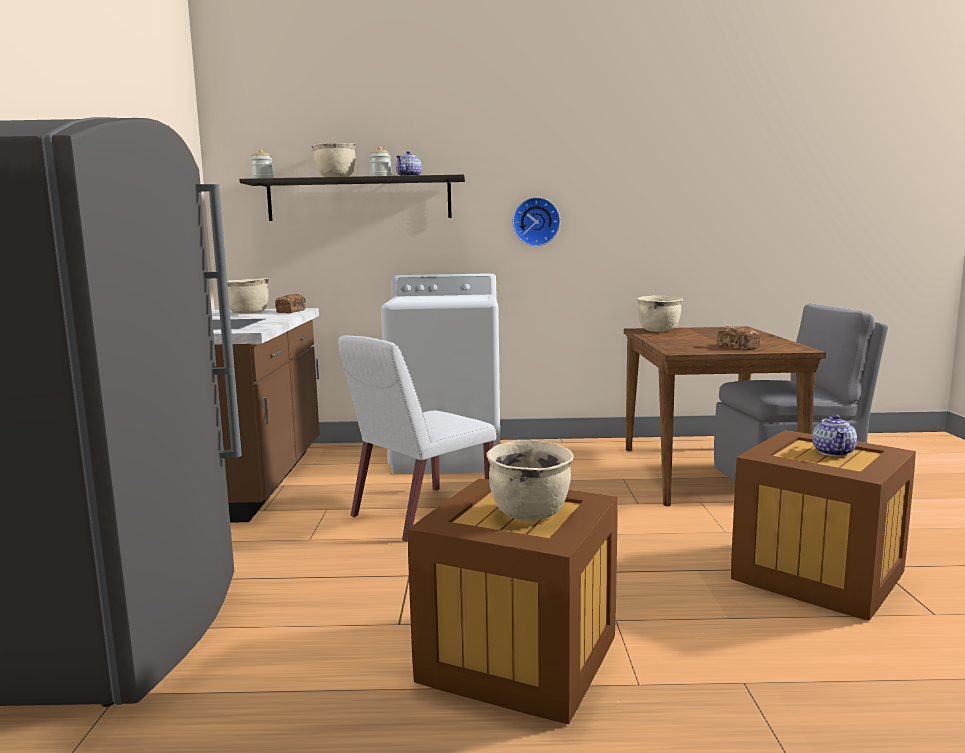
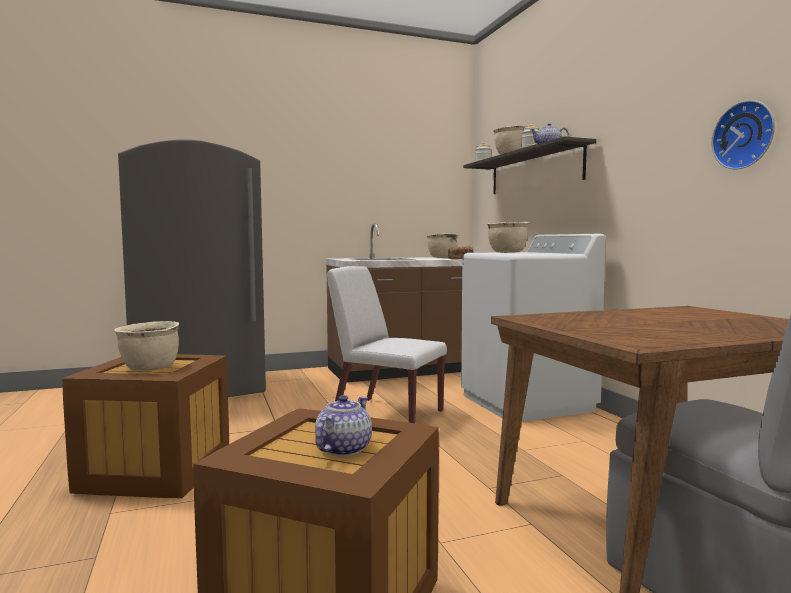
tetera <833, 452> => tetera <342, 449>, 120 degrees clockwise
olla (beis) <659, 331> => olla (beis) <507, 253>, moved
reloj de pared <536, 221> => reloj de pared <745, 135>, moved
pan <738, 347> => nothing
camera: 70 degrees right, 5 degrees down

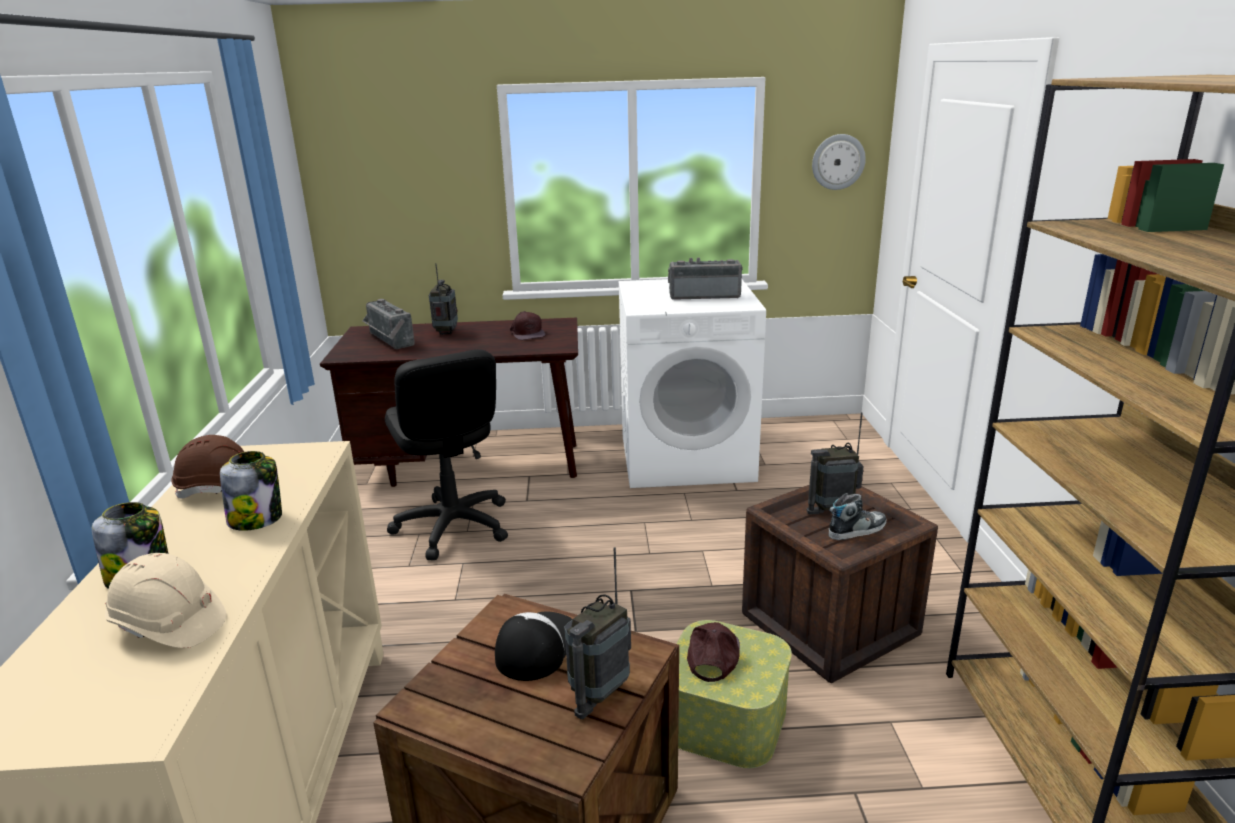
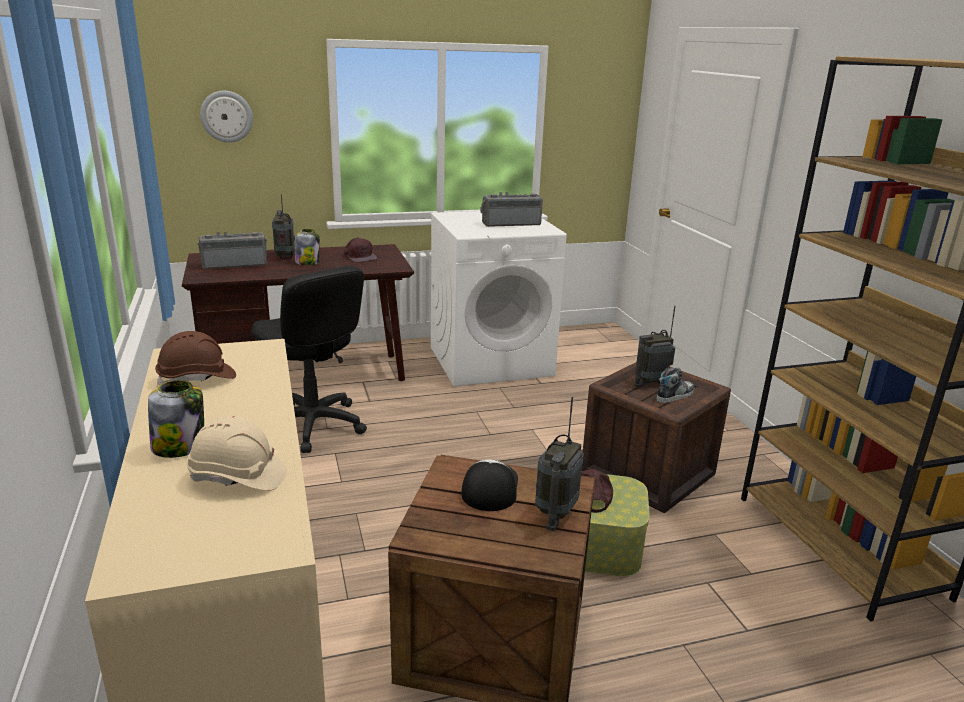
radio <388, 340> => radio <235, 264>, 120 degrees clockwise
reloj de pared <838, 162> => reloj de pared <226, 116>, moved
tarro <257, 519> => tarro <307, 262>, moved
camera: 15 degrees left, 0 degrees up

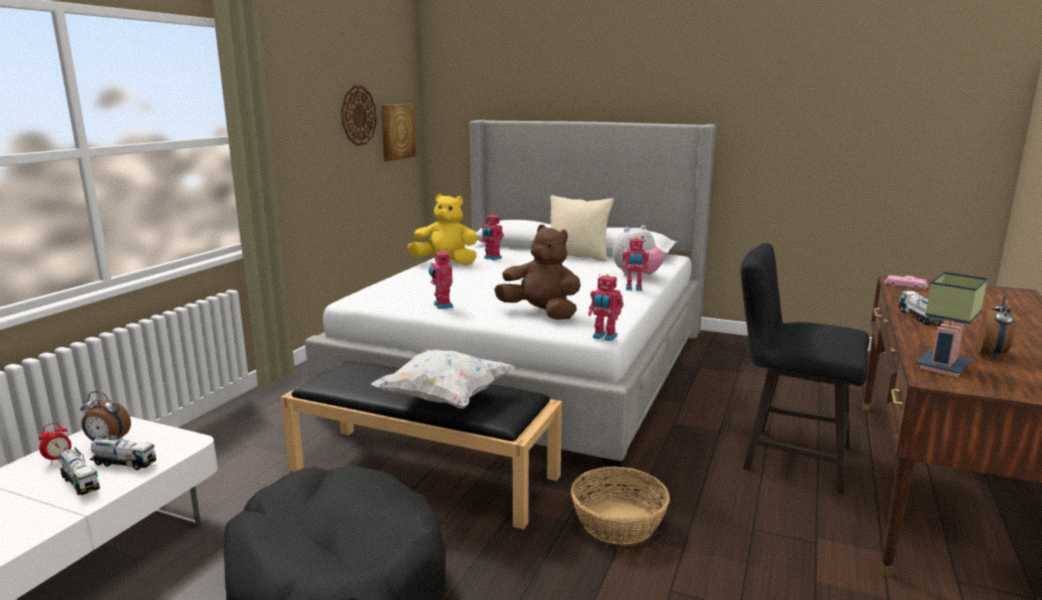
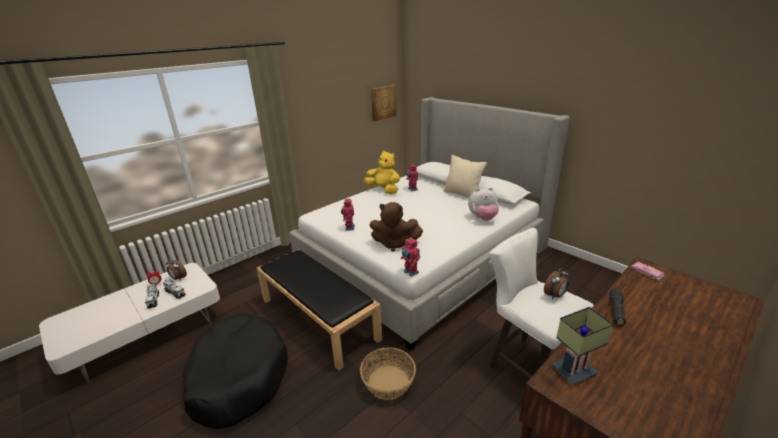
peluche (marrón) <541, 313> => peluche (marrón) <394, 244>, 135 degrees clockwise
taburete (negro) <787, 456> => taburete (blanco) <526, 364>
despertador <992, 354> => despertador <555, 296>, moved
camión de juguete <919, 317> => linterna (negro) <616, 312>
reloj de pared <358, 115> => nothing
cojín (blanco) <444, 398> => nothing
robot de juguete <633, 289> => nothing
camera: 25 degrees right, 10 degrees up

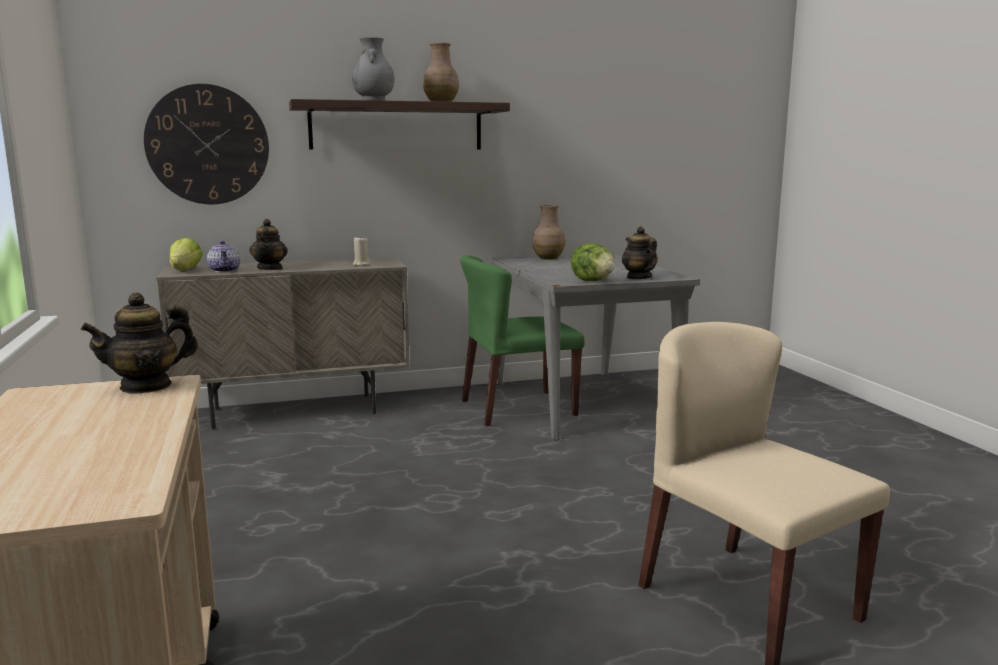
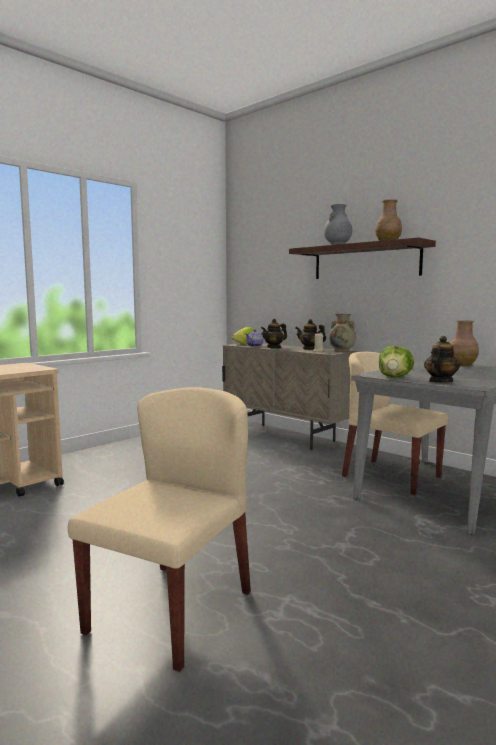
tetera <146, 386> => tetera <310, 349>, moved
nothing => florero (beis) <342, 351>
silla (verde) <517, 408> => silla (beis) <390, 476>
reloj de pared <207, 145> => nothing
camera: 60 degrees right, 5 degrees down

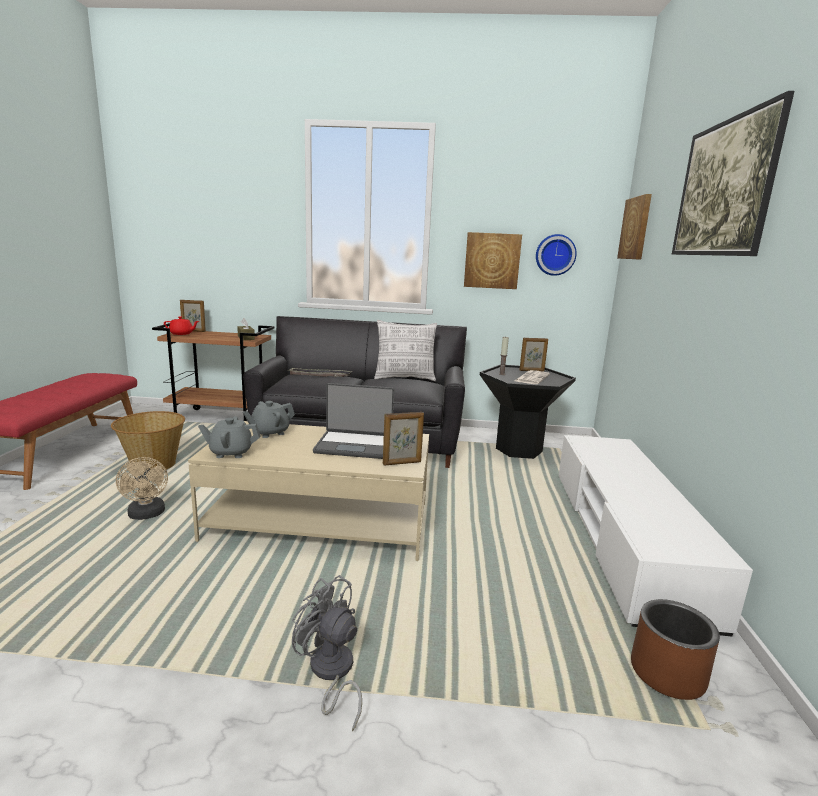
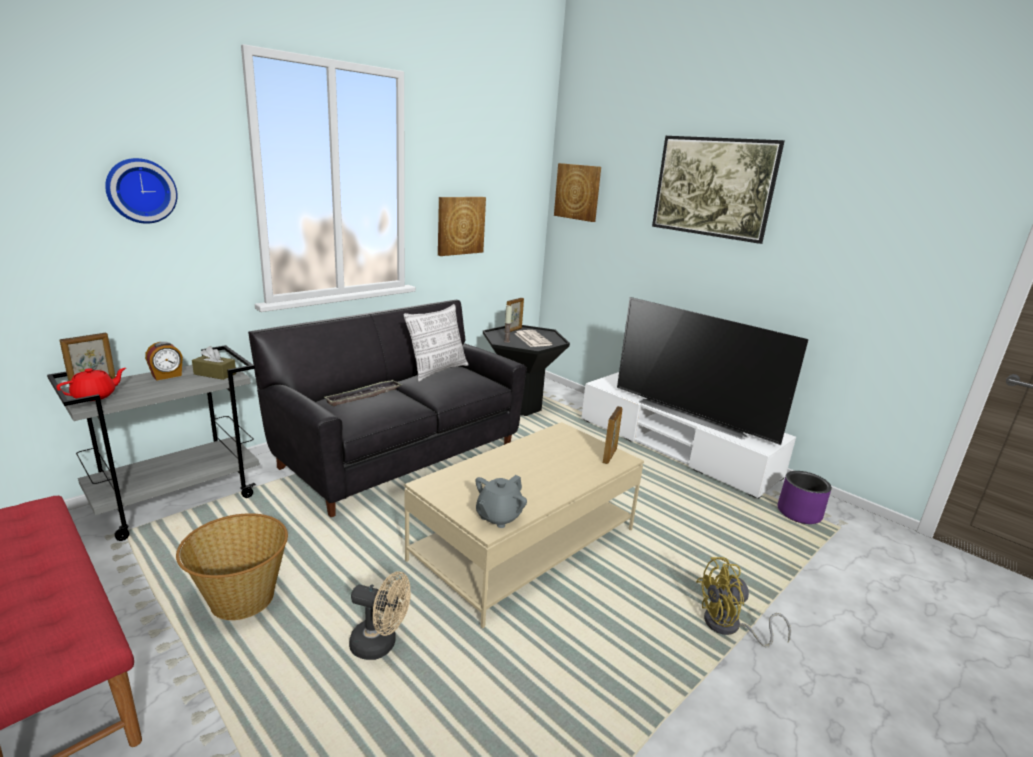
carrito (marrón) <222, 418> => carrito (gris) <179, 500>
reloj de pared <555, 255> => reloj de pared <141, 190>, moved
nothing => despertador <167, 376>
nothing => televisor <694, 415>
ventilador (gris) <331, 673> => ventilador (amarillo) <729, 627>
maceta (marrón) <668, 674> => maceta (morado) <799, 513>
tetera (gris) <269, 432> => nothing
portátil <354, 445> => nothing
camera: 50 degrees left, 5 degrees up

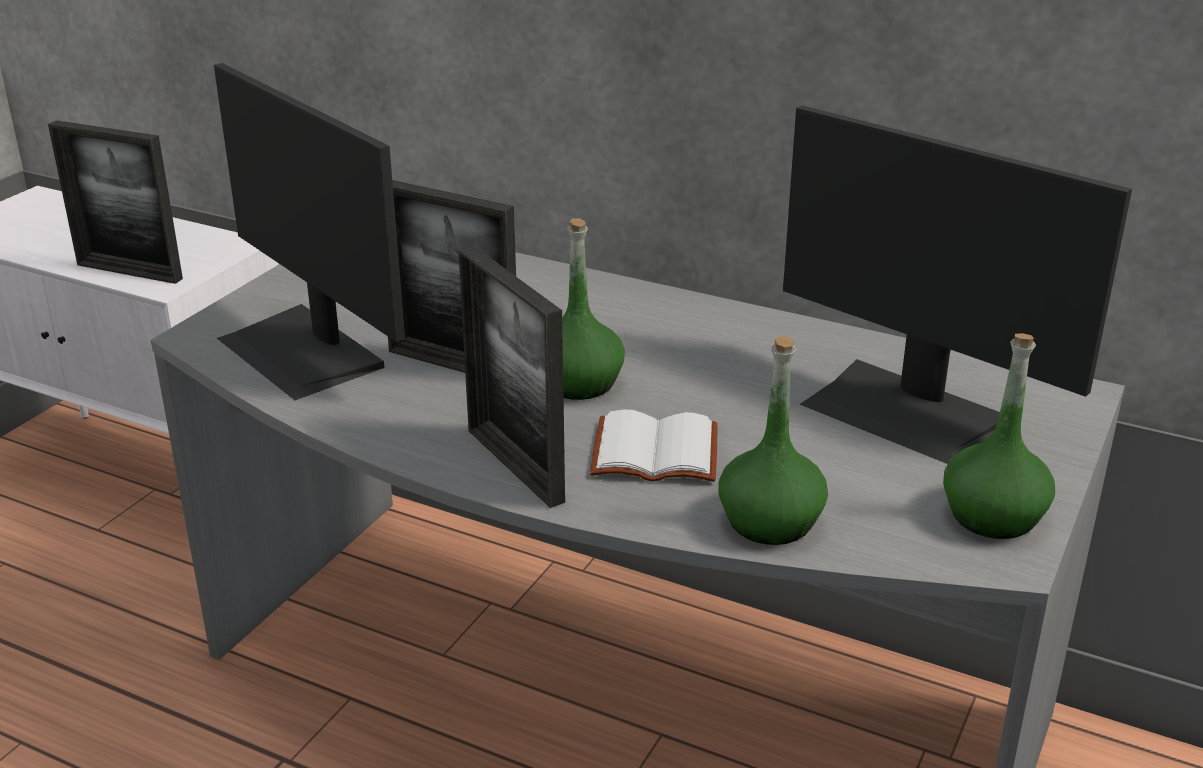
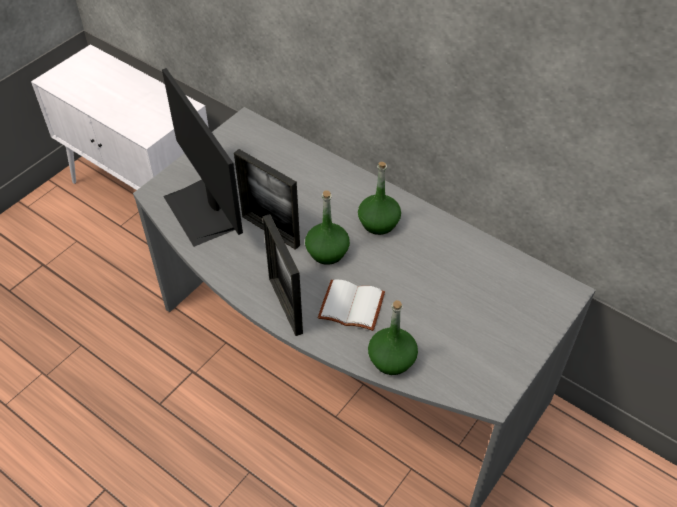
botella (verde) <992, 516> => botella (verde) <378, 223>, moved
portarretratos <129, 272> => nothing
monitor <907, 411> => nothing
camera: 10 degrees right, 20 degrees up

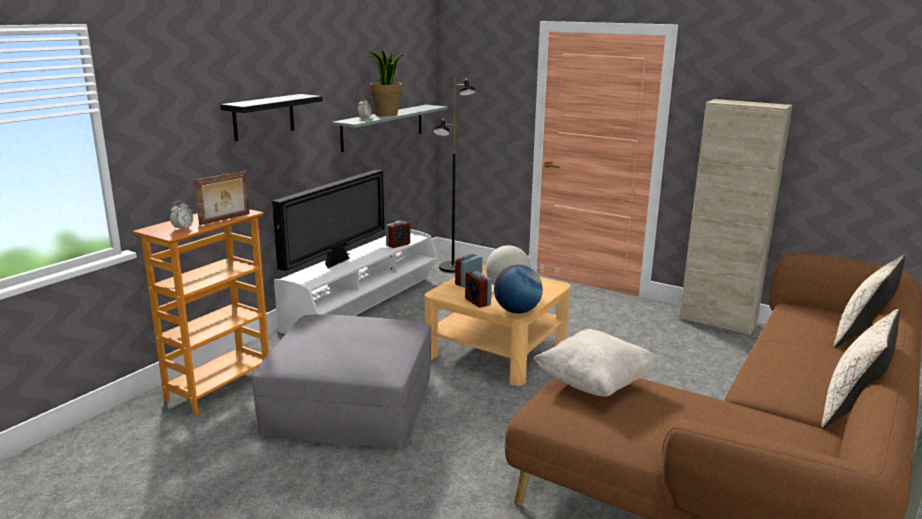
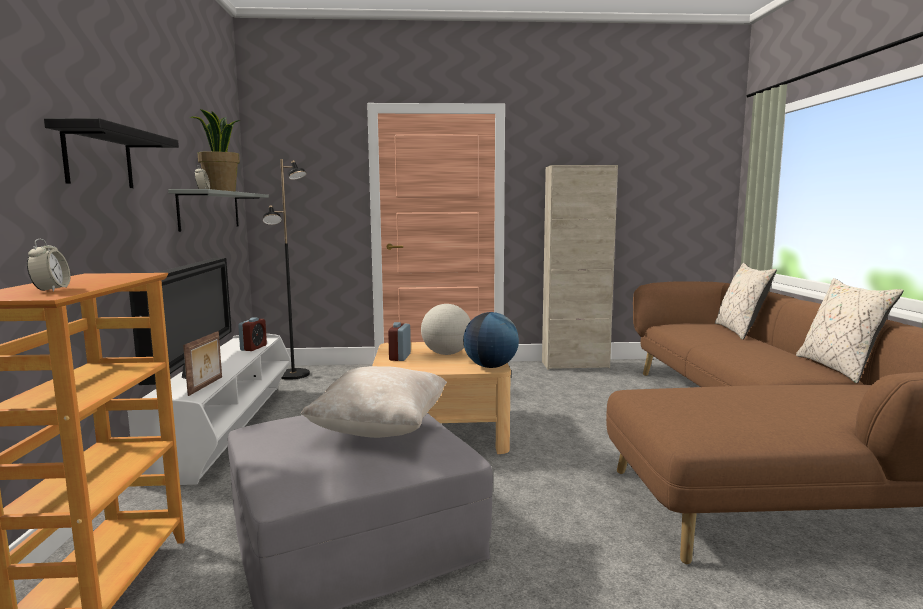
portarretratos <225, 219> => portarretratos <206, 386>, moved
cojín (beis) <594, 383> => cojín (beis) <380, 429>, moved
despertador <477, 302> => nothing
camera: 35 degrees left, 10 degrees down

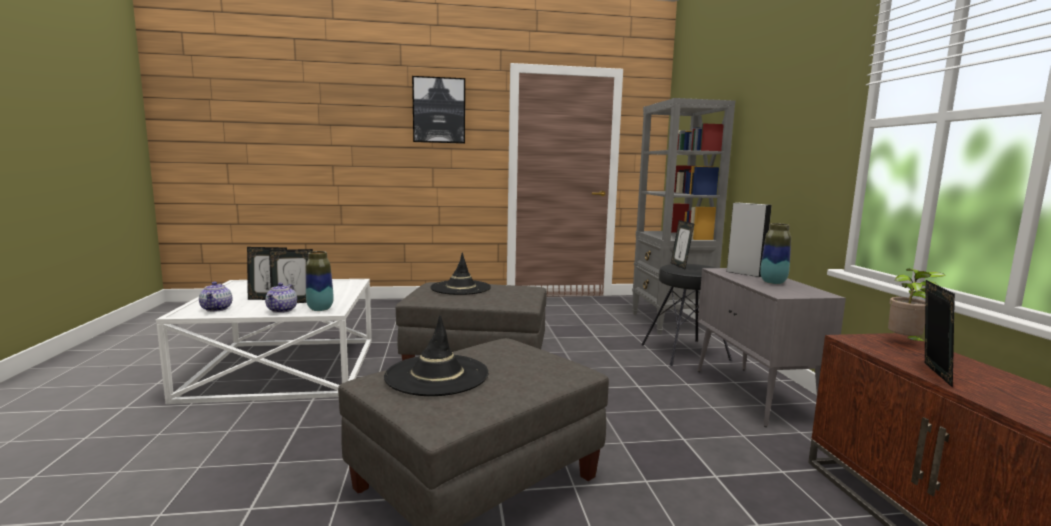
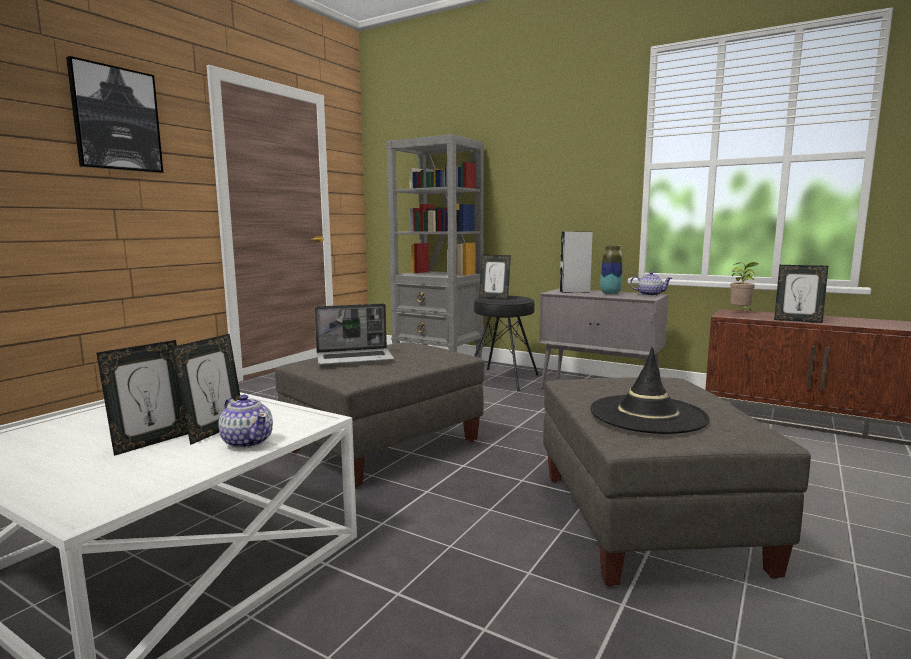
sombrero (negro) <460, 288> => portátil <355, 359>
tetera <217, 309> => tetera <649, 294>, moved
portarretratos <931, 373> => portarretratos <797, 320>, 150 degrees clockwise
florero <320, 309> => nothing
camera: 50 degrees left, 0 degrees up

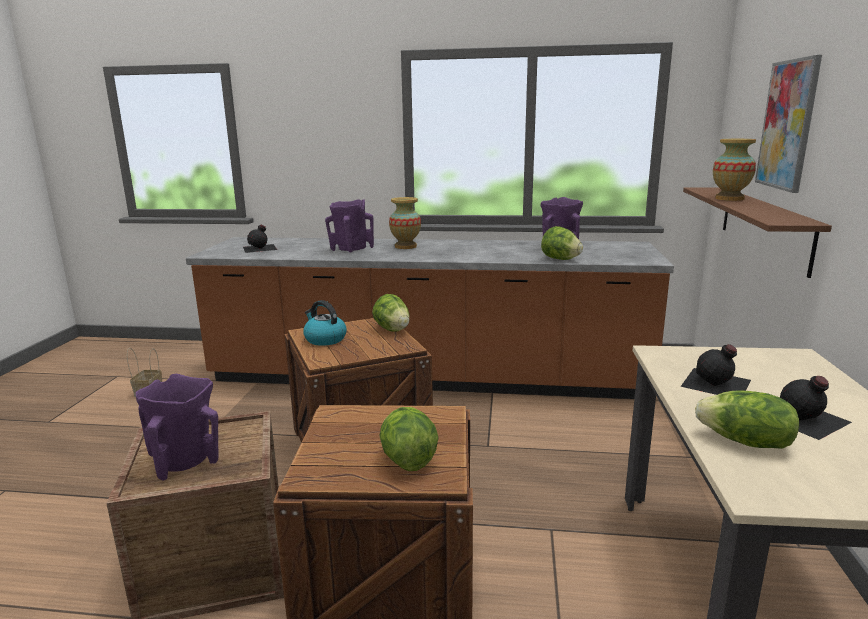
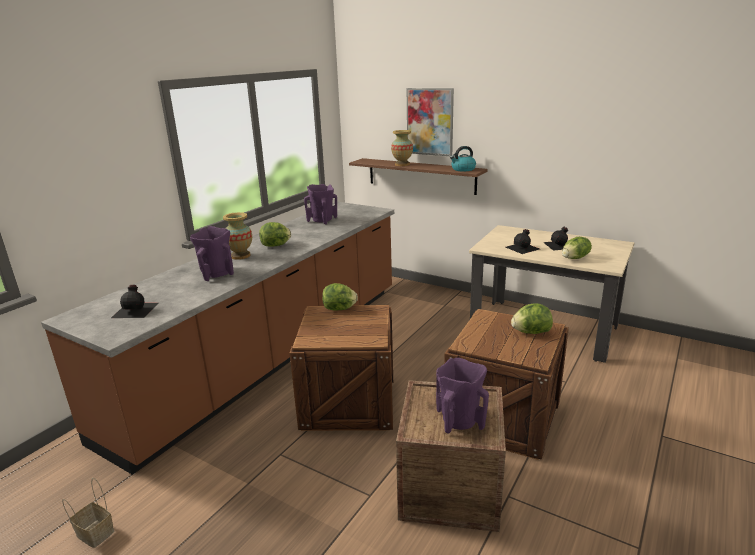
lechuga <560, 259> => lechuga <276, 245>, moved
hervidor <324, 339> => hervidor <463, 169>, moved
camera: 65 degrees left, 5 degrees up

